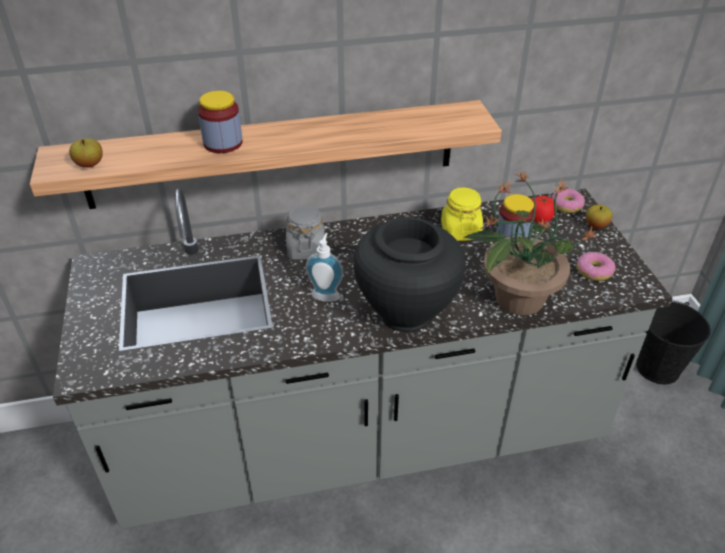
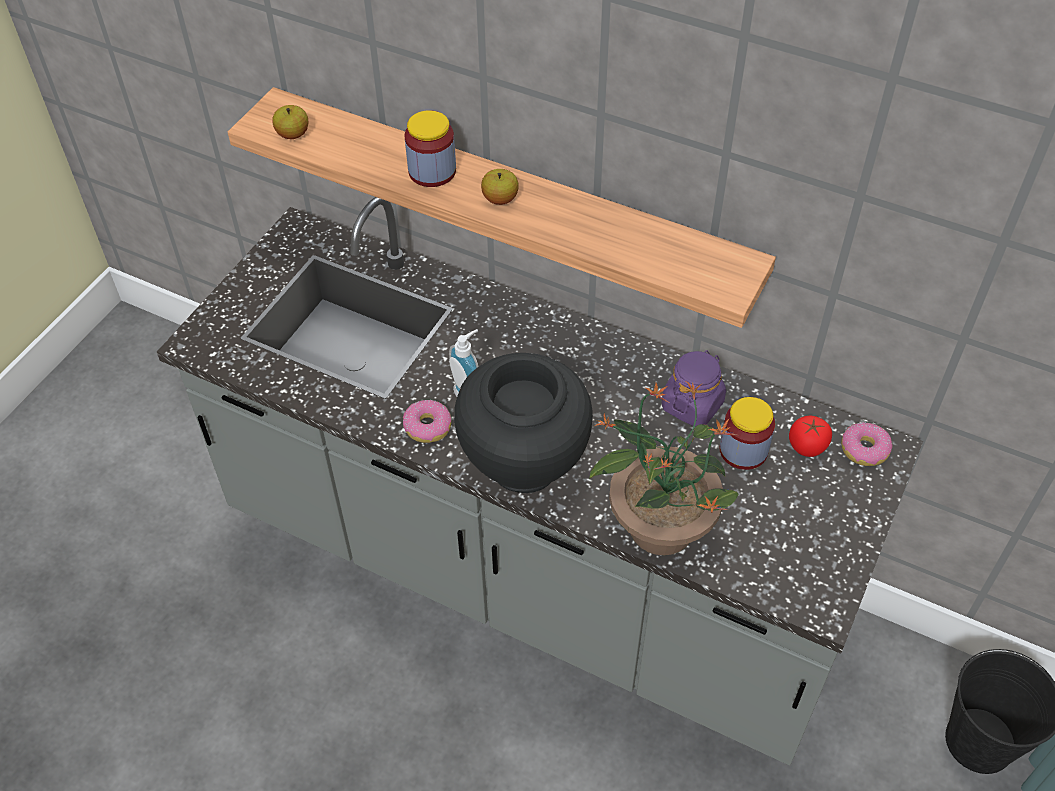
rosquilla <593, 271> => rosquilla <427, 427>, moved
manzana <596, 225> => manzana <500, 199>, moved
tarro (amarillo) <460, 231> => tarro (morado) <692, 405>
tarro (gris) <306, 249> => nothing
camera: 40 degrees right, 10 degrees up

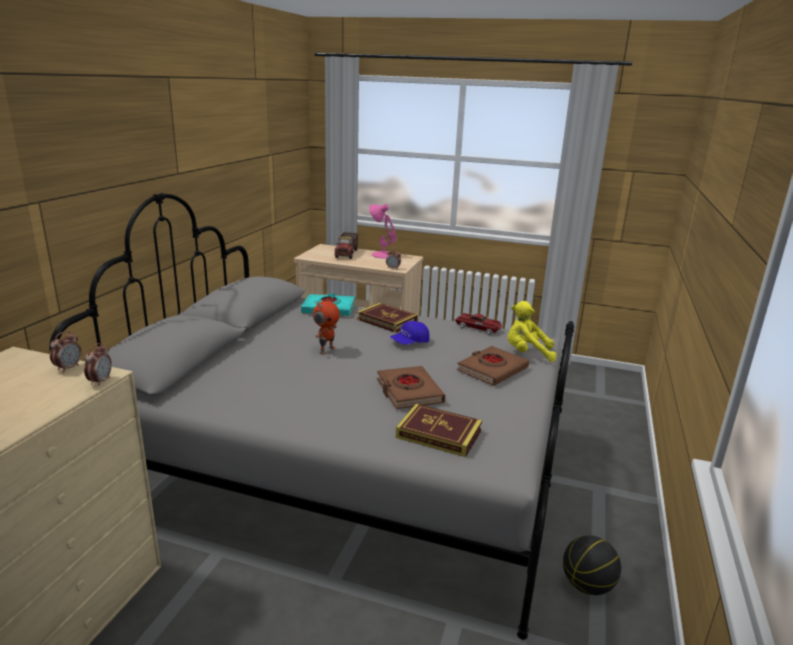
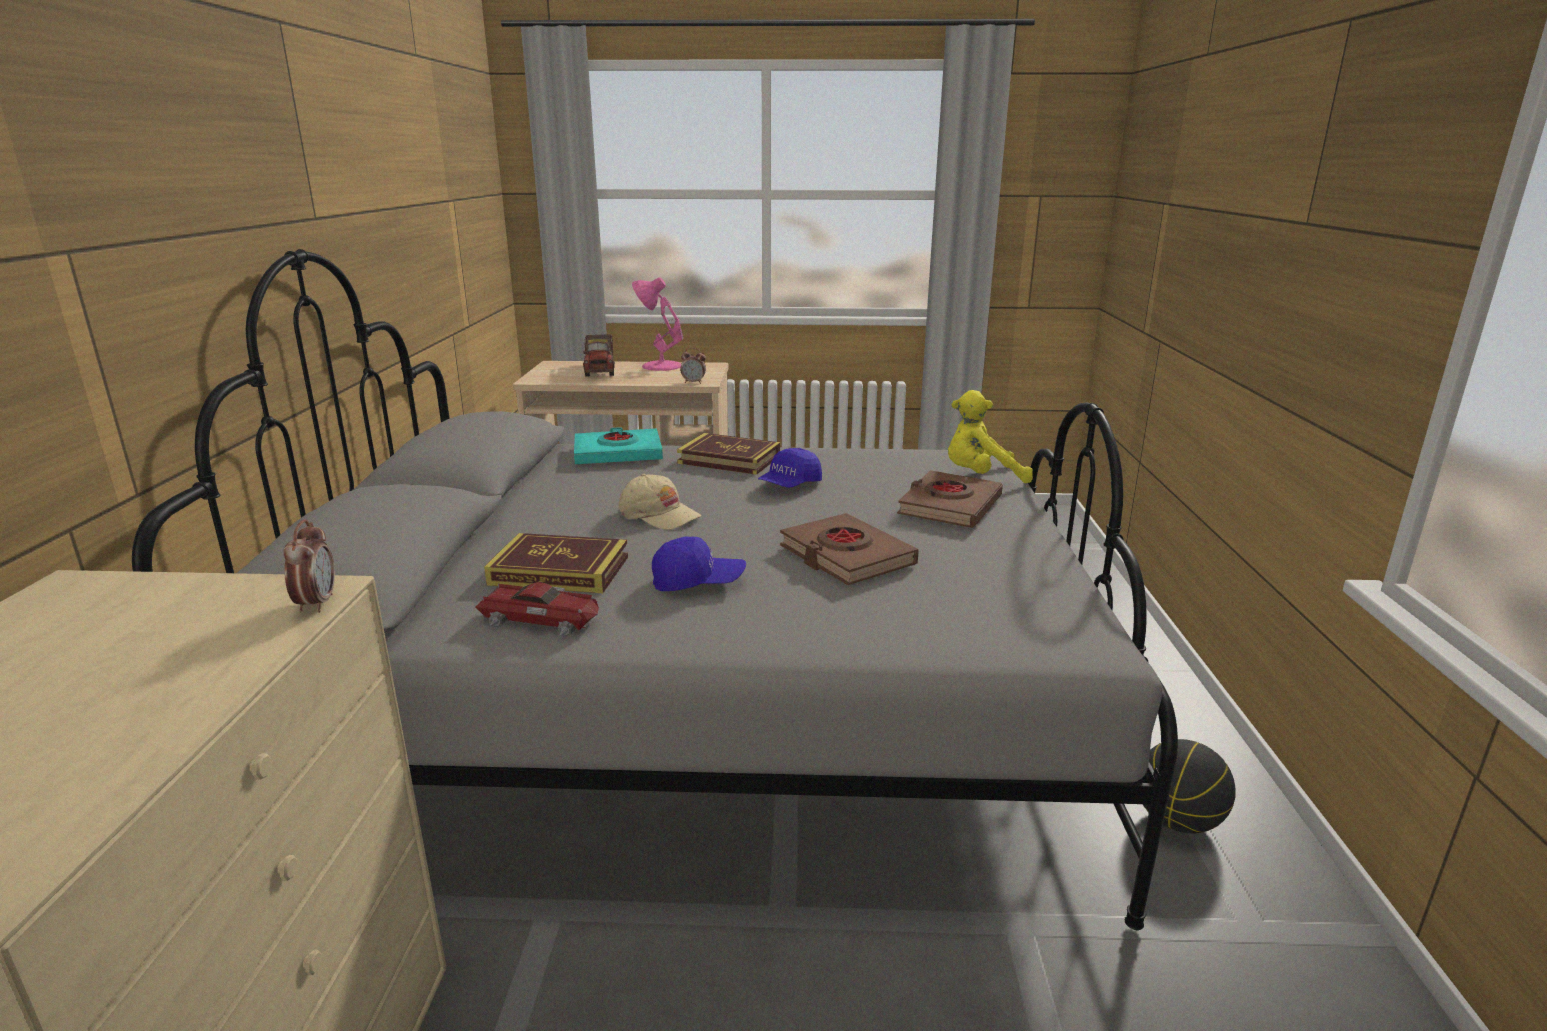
coche de juguete <478, 328> => coche de juguete <542, 619>, moved
libro <439, 434> => libro <559, 570>, moved
robot de juguete <326, 350> => gorra (beis) <659, 514>
nothing => gorra (azul) <698, 582>
despertador <68, 368> => nothing
camera: 15 degrees left, 0 degrees up

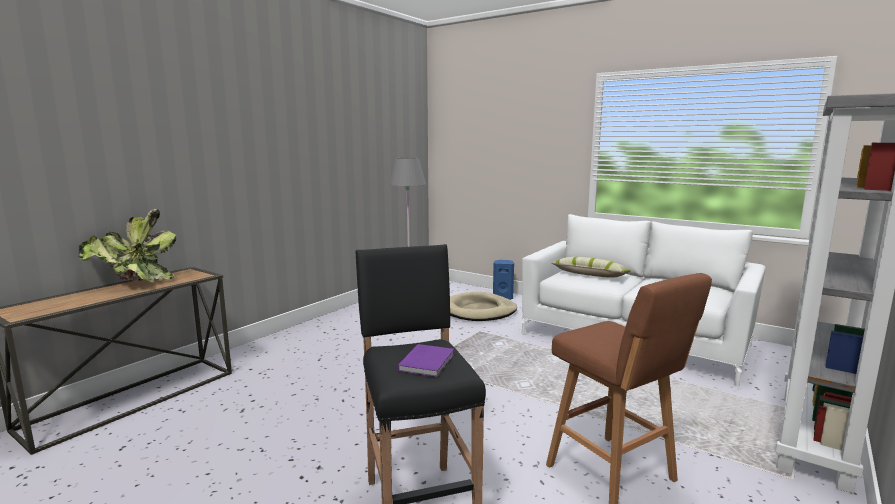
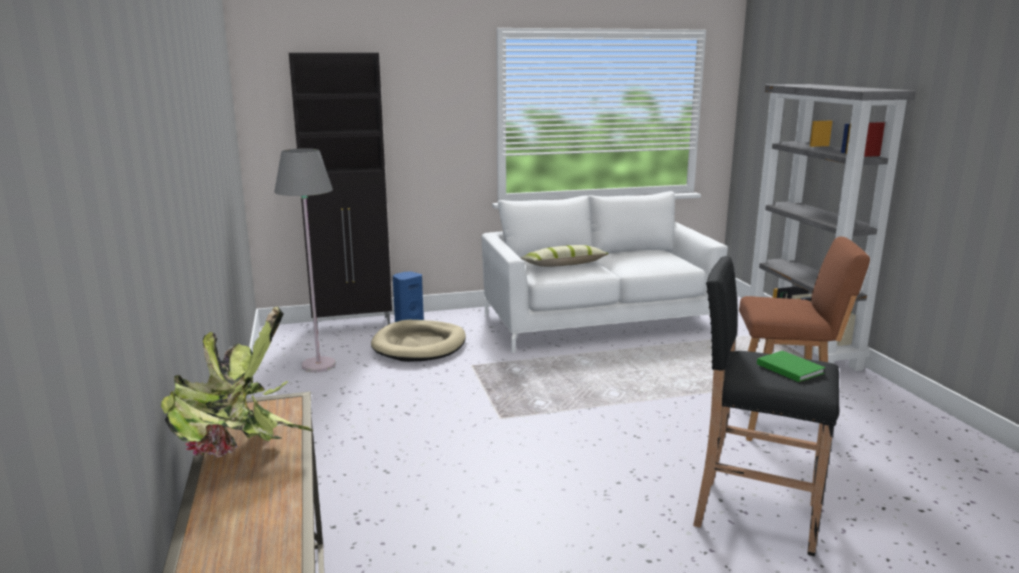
nothing => armario (negro) <353, 325>
libro (morado) <428, 362> => libro (verde) <789, 368>
camera: 50 degrees left, 5 degrees up

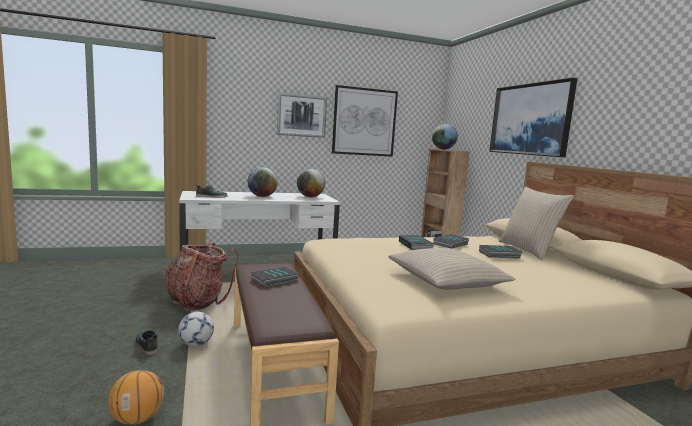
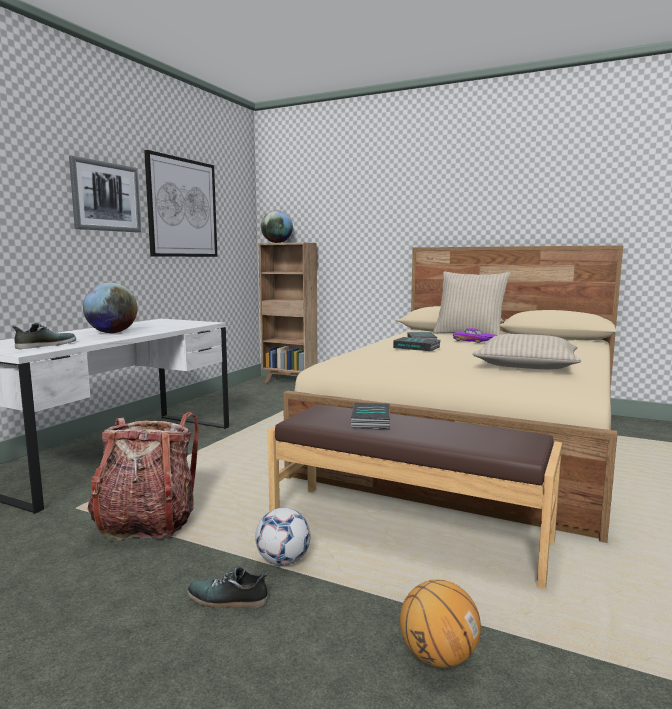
libro <499, 255> => coche de juguete (morado) <473, 341>
globo terráqueo <310, 197> => nothing
cuadro <530, 119> => nothing
camera: 45 degrees left, 0 degrees up

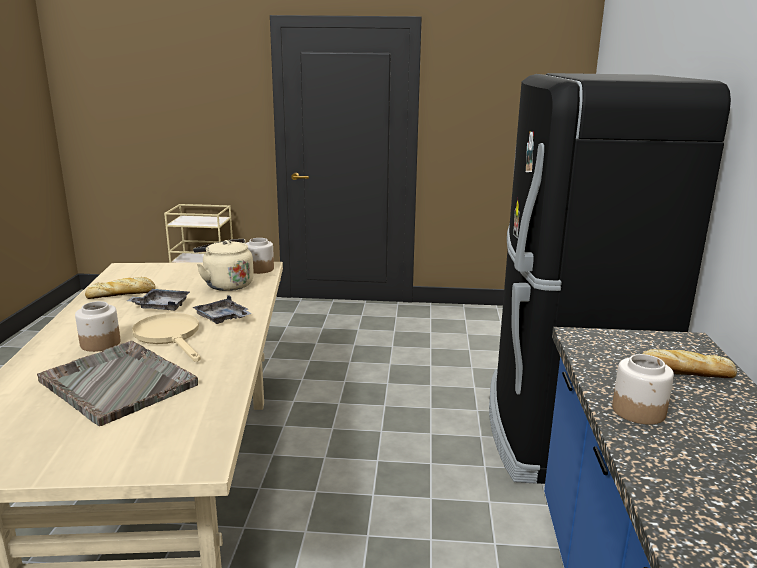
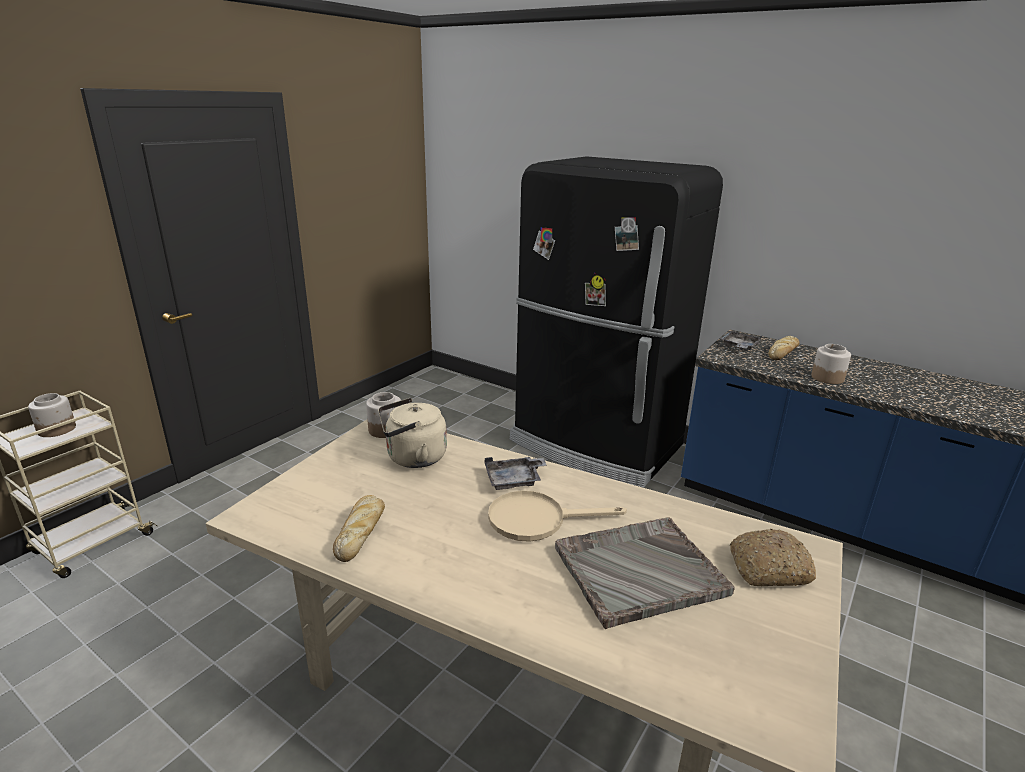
tarro <100, 344> => tarro <56, 429>, moved
bandeja (gris) <161, 306> => bandeja (gris) <739, 347>, moved
nothing => pan <768, 568>
camera: 60 degrees left, 5 degrees up

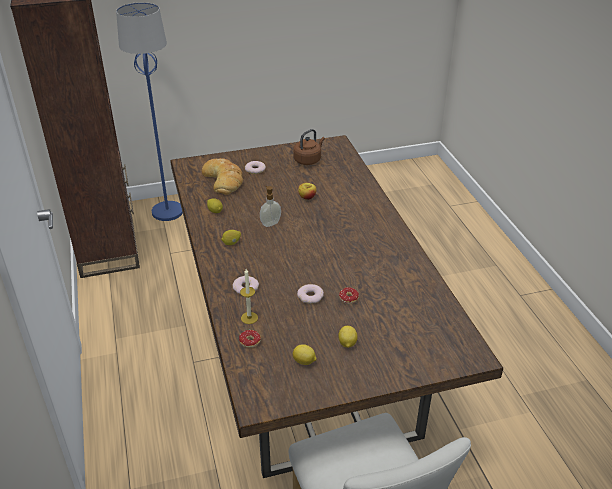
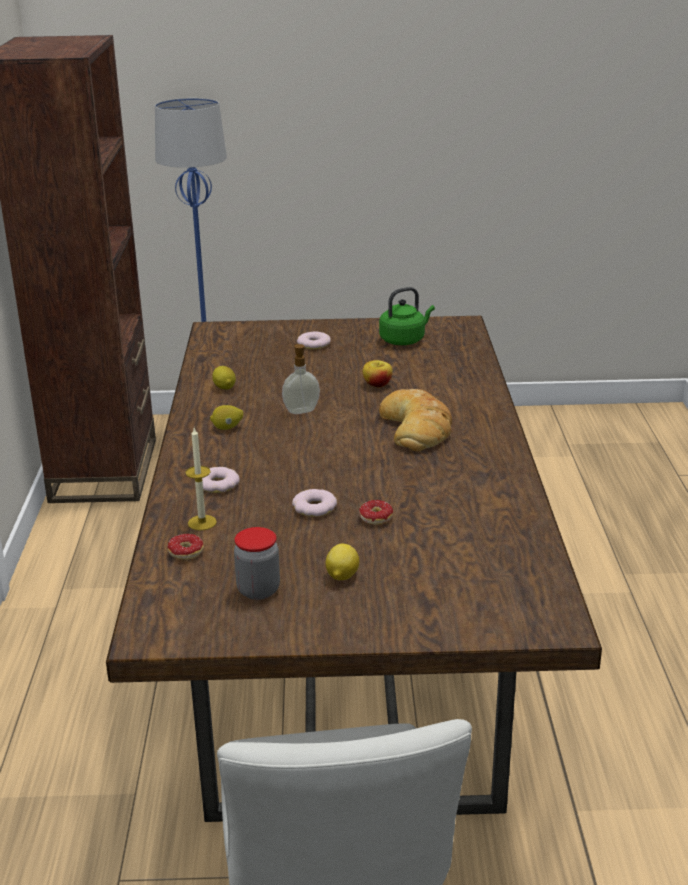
limón <304, 362> => tarro <258, 590>
hervidor (marrón) <308, 160> => hervidor (verde) <404, 340>
pan <224, 179> => pan <417, 427>, moved
camera: 15 degrees right, 10 degrees down

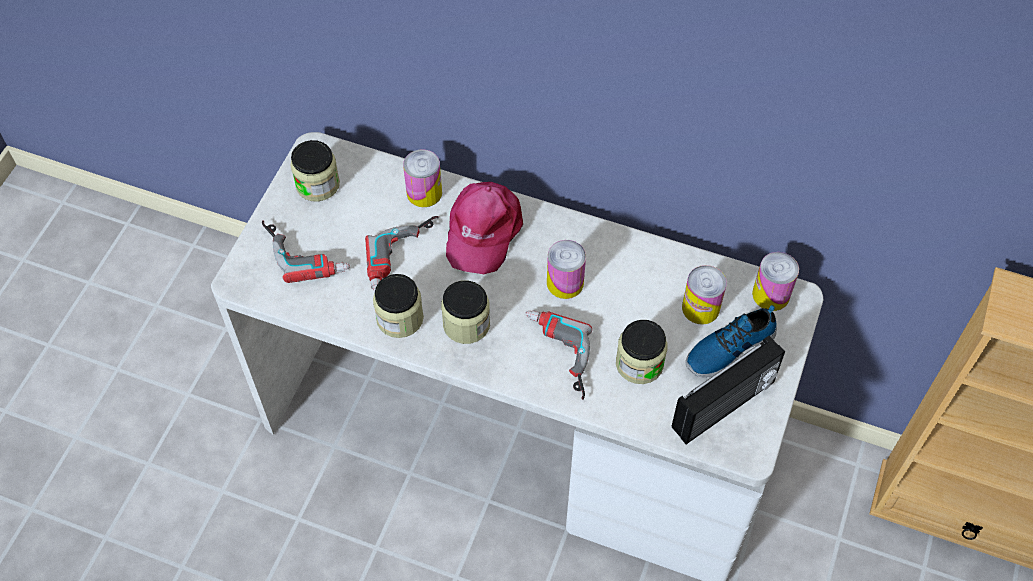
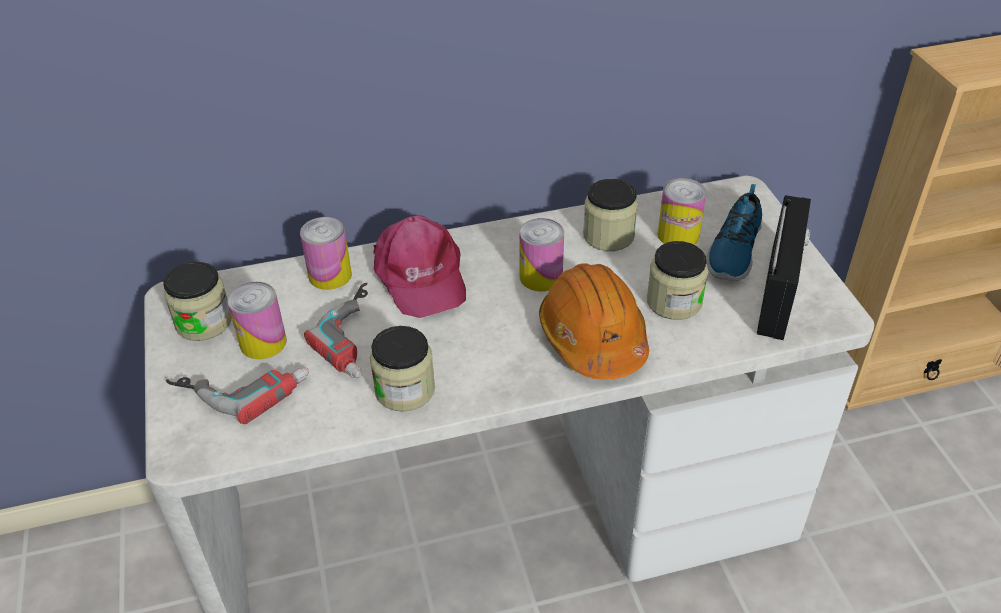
lata <771, 294> => lata <263, 342>, moved
taladro <554, 356> => casco (naranja) <593, 337>
tarro <466, 324> => tarro <608, 236>, moved
camera: 35 degrees left, 15 degrees down

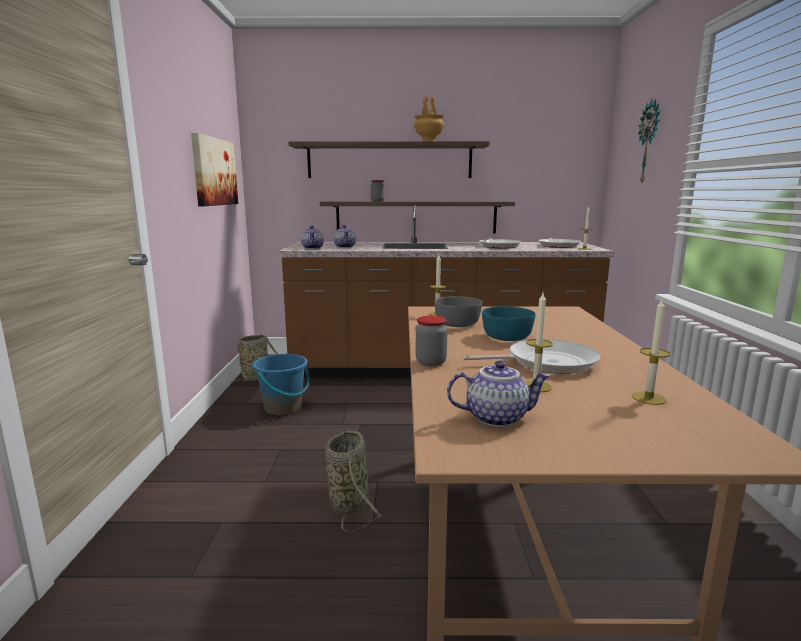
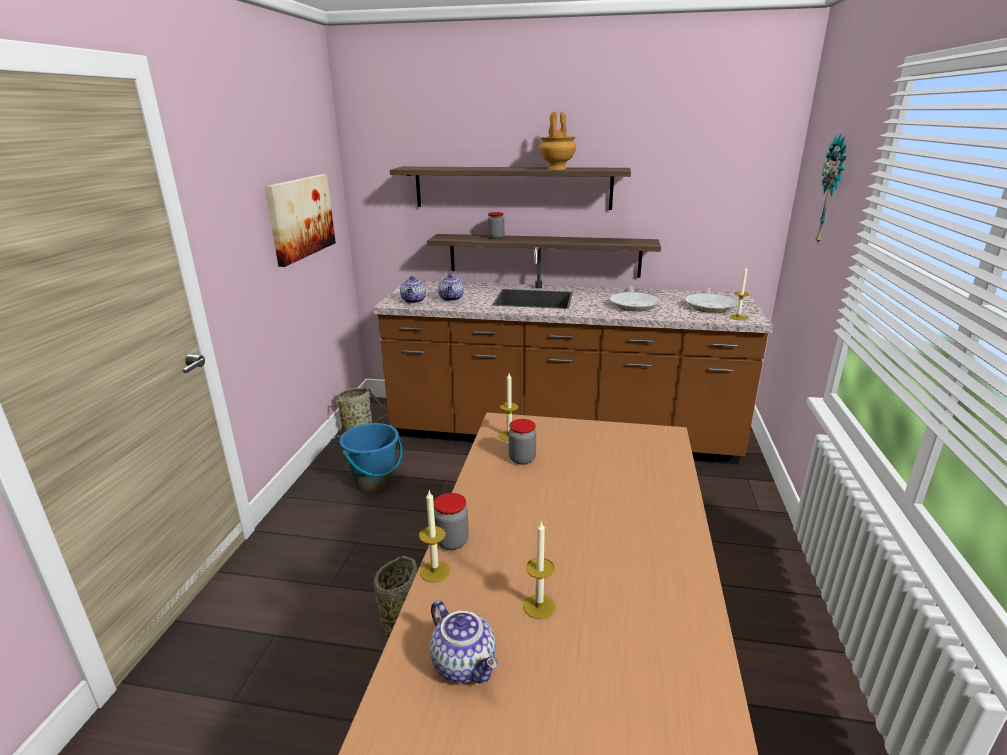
vela <648, 398> => vela <435, 571>, moved
tetera <496, 417> => tetera <465, 664>, 45 degrees clockwise
cuenco (gris) <458, 324> => tarro <522, 459>
sartén <546, 362> => nothing
cuenco (turquesa) <508, 337> => nothing
camera: 10 degrees right, 10 degrees up

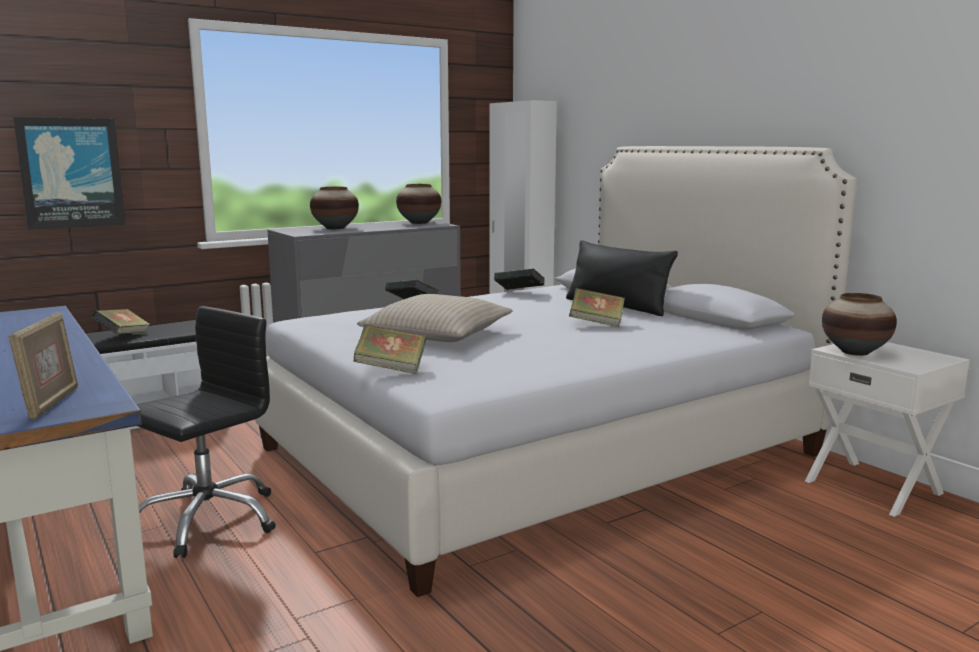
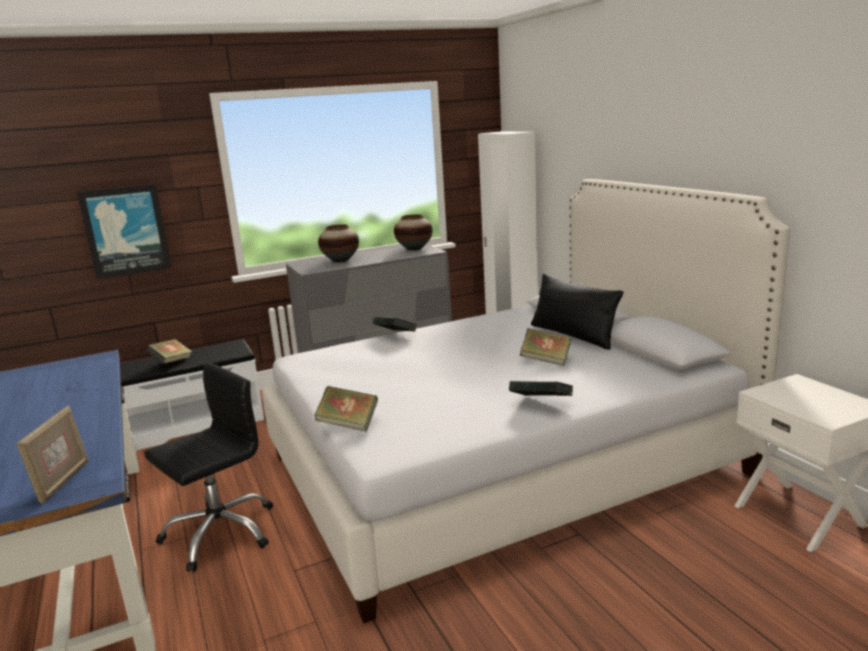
libro <519, 293> => libro <541, 404>, moved
cojín (beis) <437, 334> => nothing
florero <854, 352> => nothing
camera: 10 degrees right, 5 degrees up

